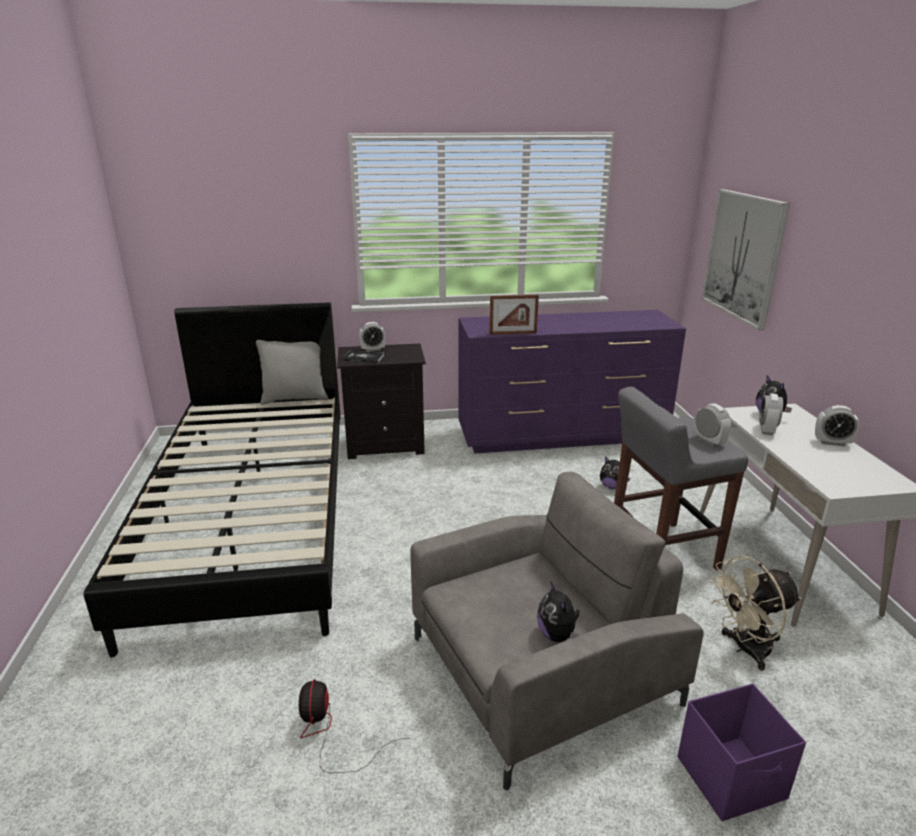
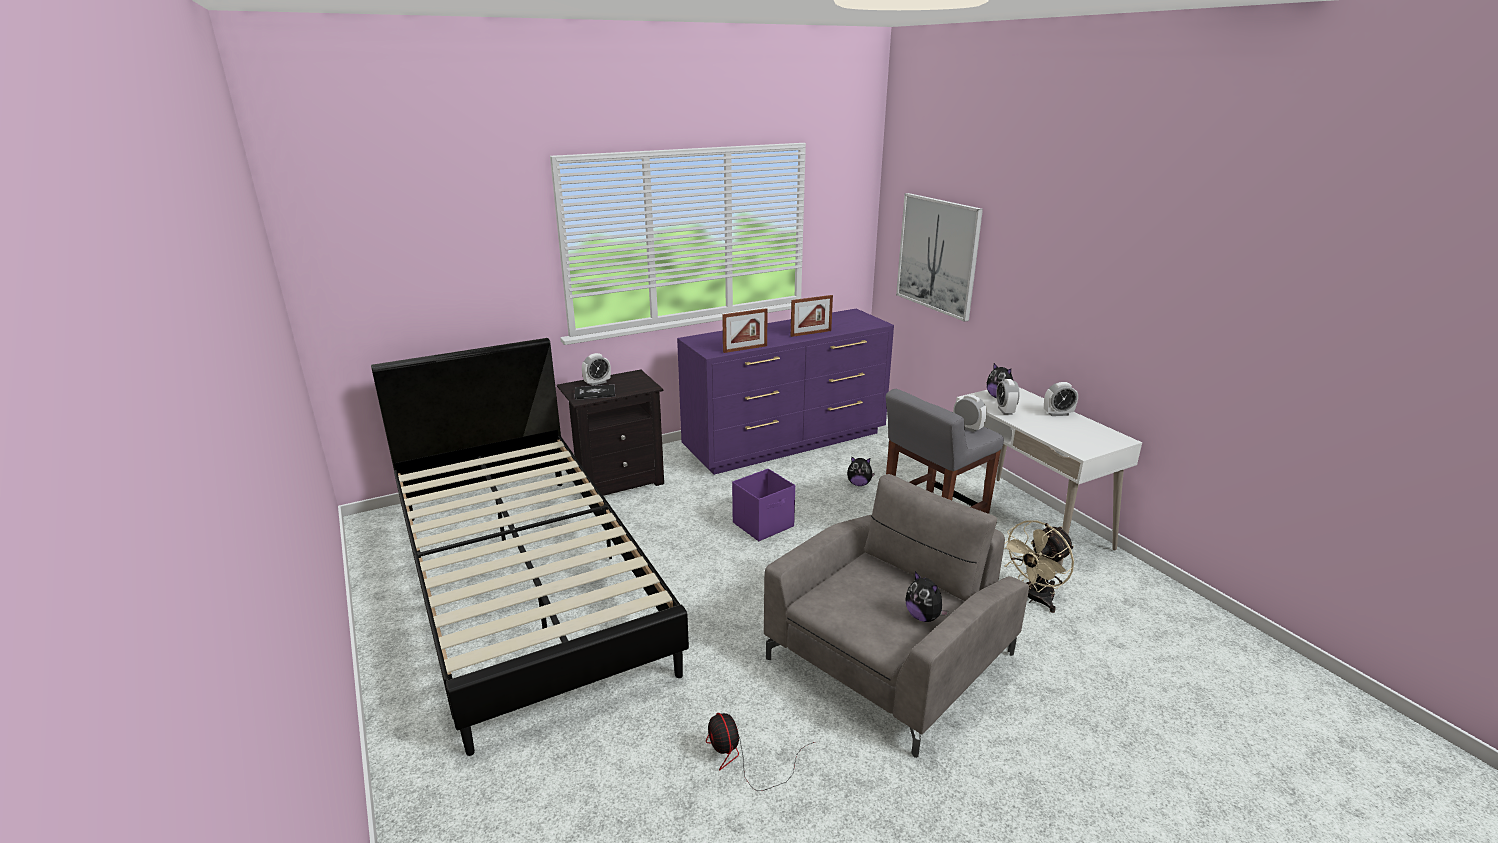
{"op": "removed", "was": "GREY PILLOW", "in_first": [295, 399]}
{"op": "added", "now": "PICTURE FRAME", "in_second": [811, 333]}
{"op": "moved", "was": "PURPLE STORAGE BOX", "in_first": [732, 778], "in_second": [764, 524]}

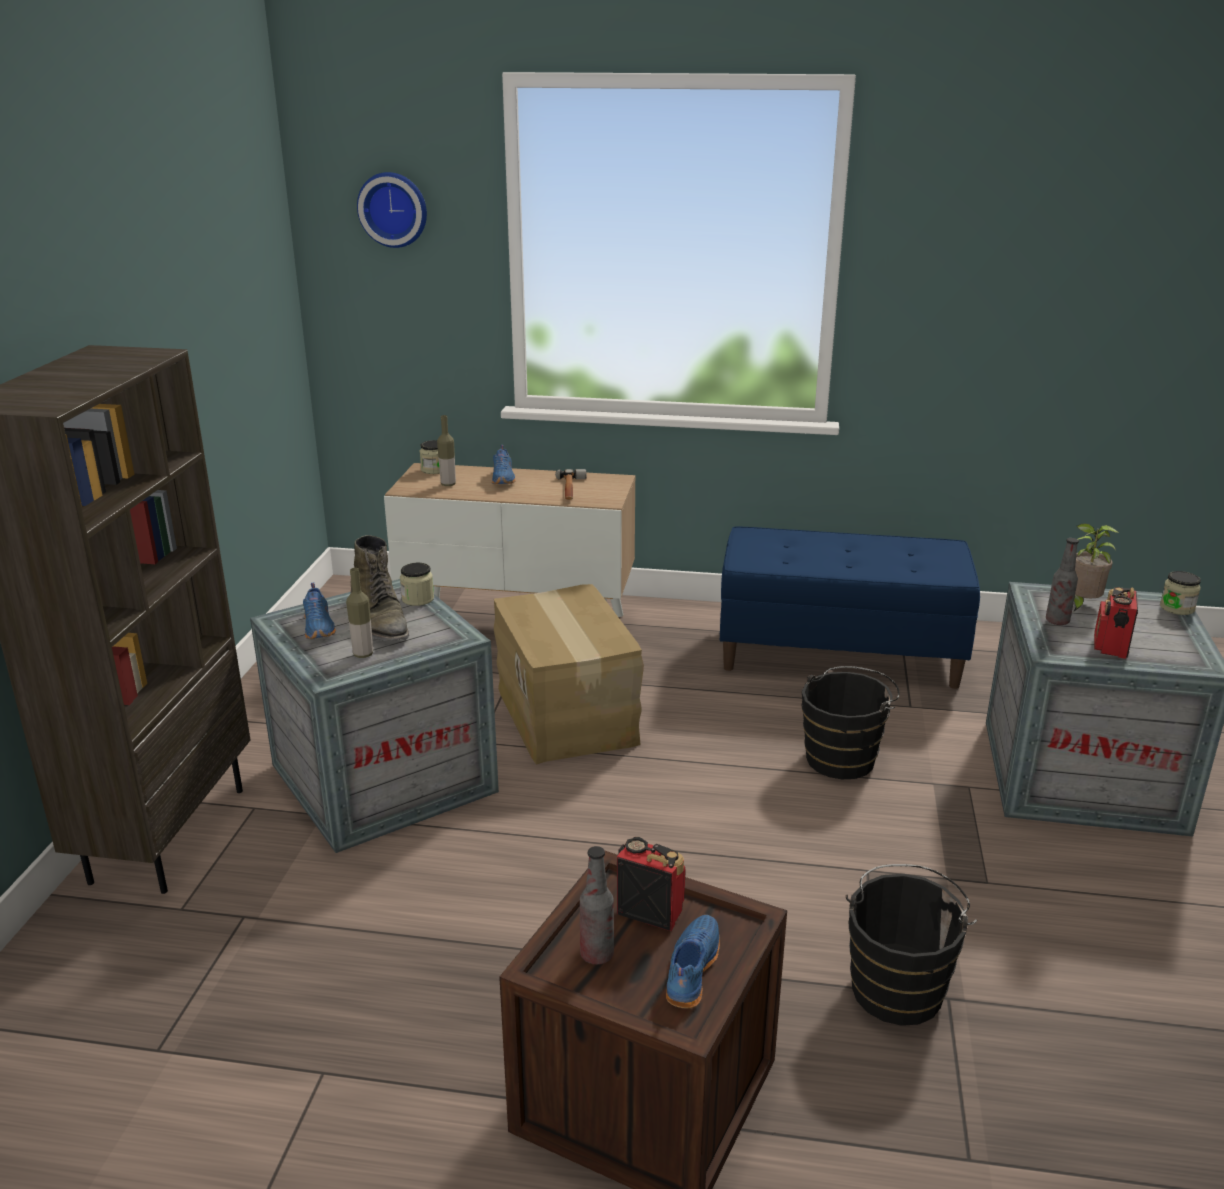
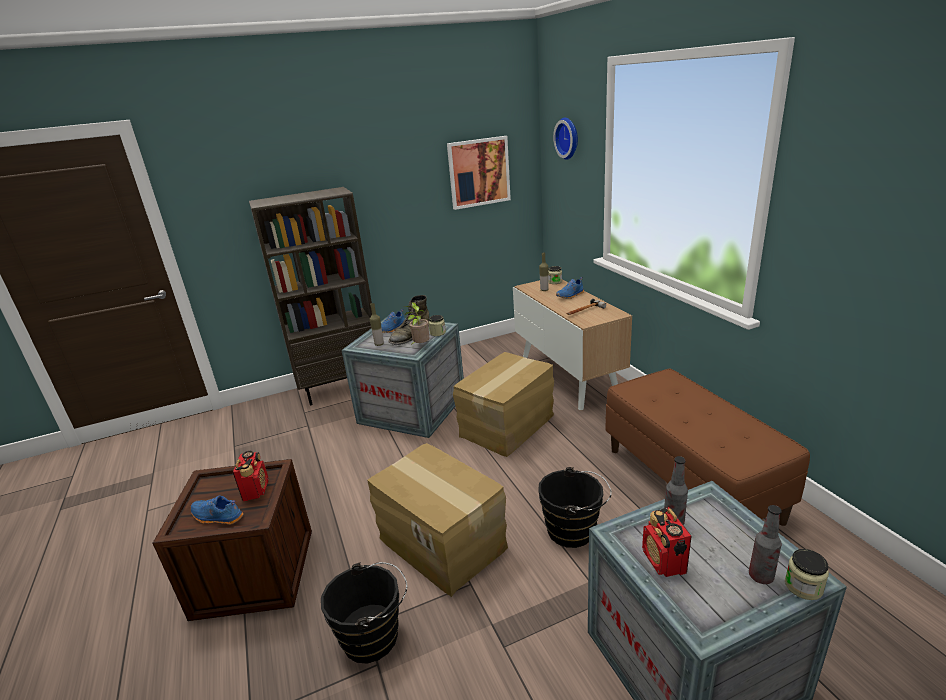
{"op": "added", "now": "CARDBOARD BOX", "in_second": [443, 542]}
{"op": "added", "now": "PICTURE", "in_second": [479, 172]}
{"op": "moved", "was": "BOTTLE", "in_first": [597, 955], "in_second": [760, 576]}
{"op": "moved", "was": "POTTED PLANT", "in_first": [1082, 604], "in_second": [420, 346]}
{"op": "recoloured", "was": "BLUE BENCH", "now": "BROWN BENCH", "in_first": [840, 654], "in_second": [691, 483]}
{"op": "turned", "was": "BLUE SHOE", "in_first": [690, 969], "in_second": [217, 517], "clockwise": -150}
{"op": "turned", "was": "RADIO", "in_first": [1110, 647], "in_second": [664, 562], "clockwise": -90}

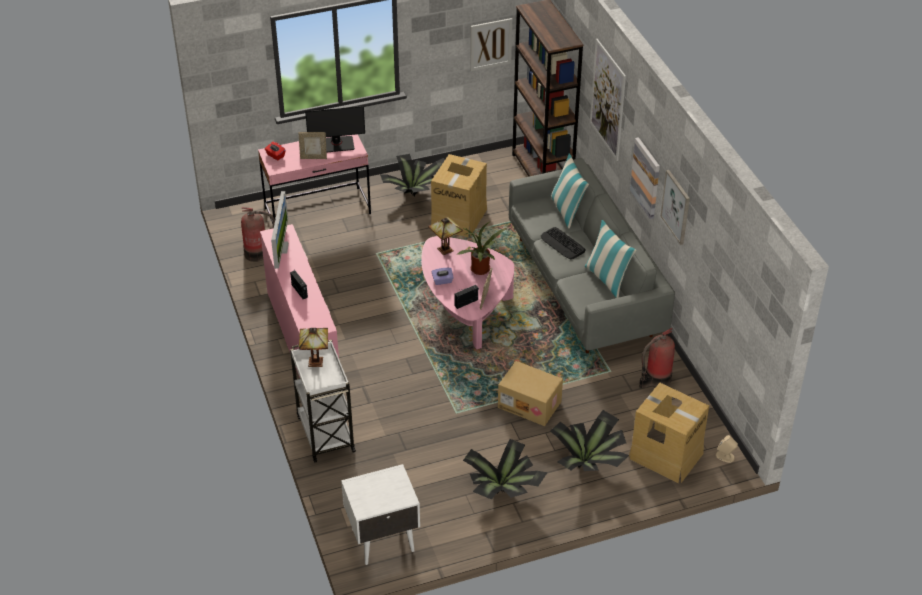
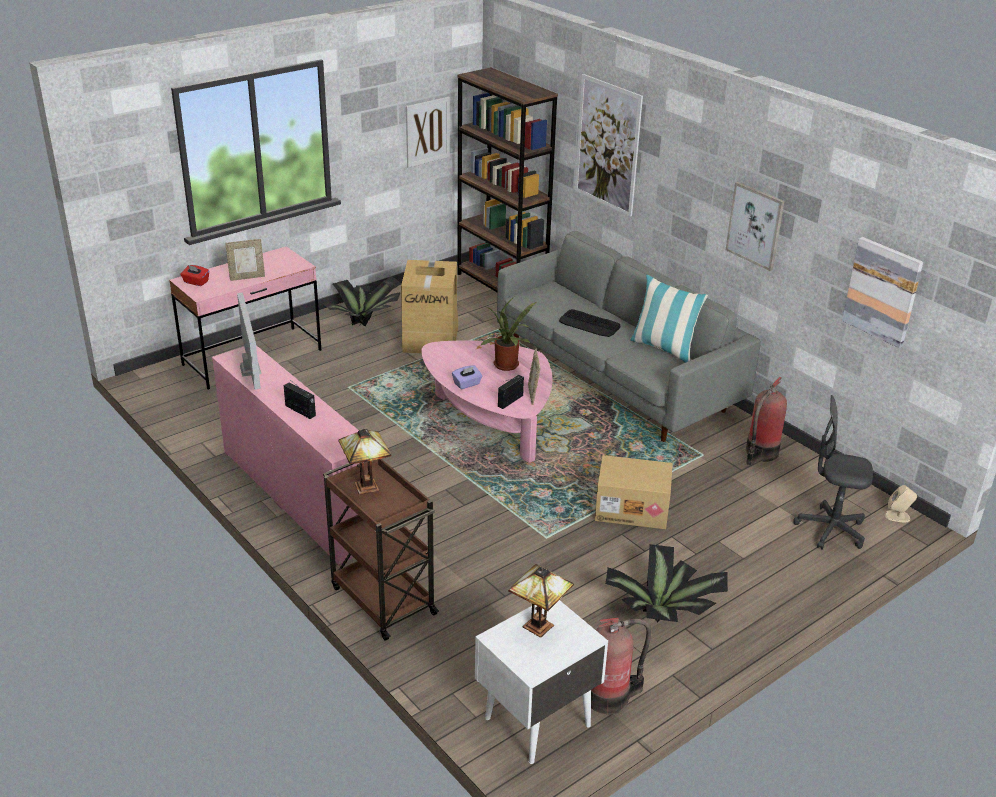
{"op": "removed", "was": "MONITOR", "in_first": [337, 144]}
{"op": "removed", "was": "POTTED PLANT", "in_first": [589, 462]}
{"op": "removed", "was": "PILLOW", "in_first": [567, 210]}
{"op": "moved", "was": "FIRE EXTINGUISHER", "in_first": [258, 254], "in_second": [610, 696]}
{"op": "moved", "was": "TABLE LAMP", "in_first": [446, 250], "in_second": [540, 626]}
{"op": "moved", "was": "PICTURE", "in_first": [646, 178], "in_second": [882, 291]}
{"op": "replaced", "was": "CARDBOARD BOX", "now": "GREY OFFICE CHAIR", "in_first": [665, 455], "in_second": [830, 530]}
{"op": "recoloured", "was": "WHITE CART", "now": "BROWN CART", "in_first": [325, 432], "in_second": [382, 599]}

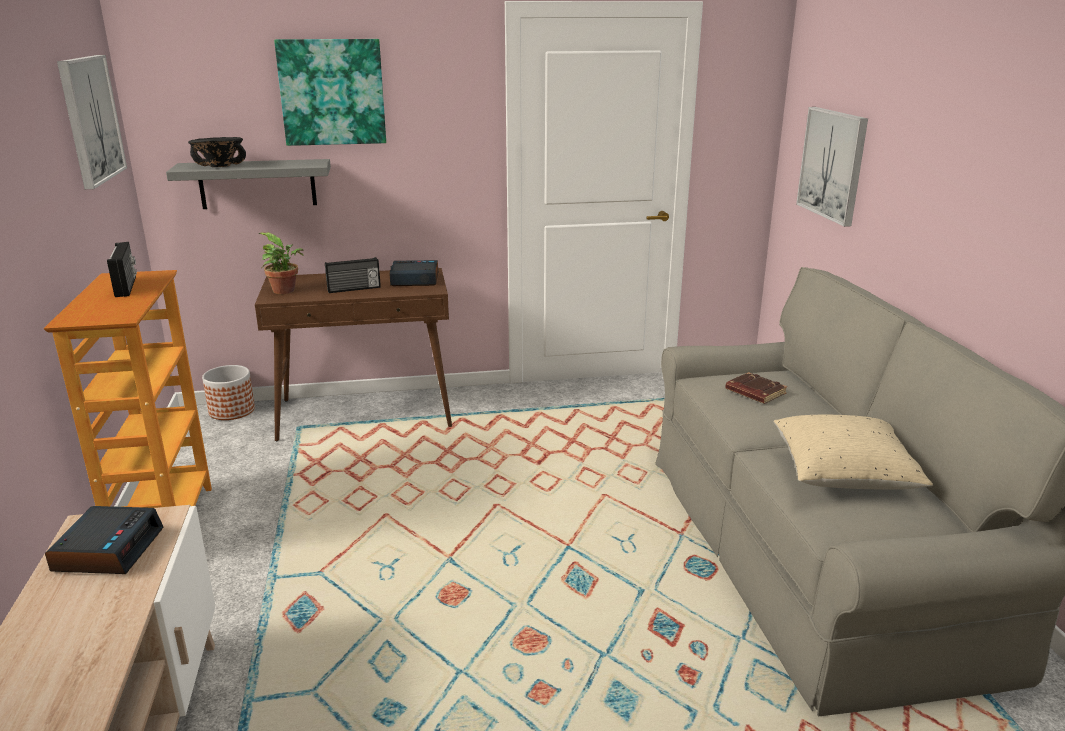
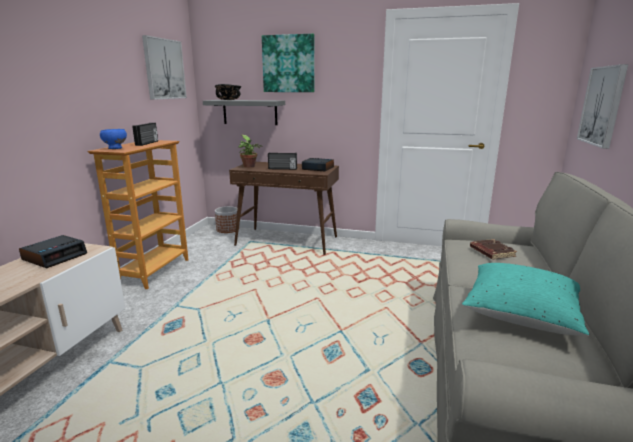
{"op": "added", "now": "BLUE BOWL", "in_second": [115, 149]}
{"op": "recoloured", "was": "BEIGE PILLOW", "now": "TURQUOISE PILLOW", "in_first": [843, 474], "in_second": [521, 314]}

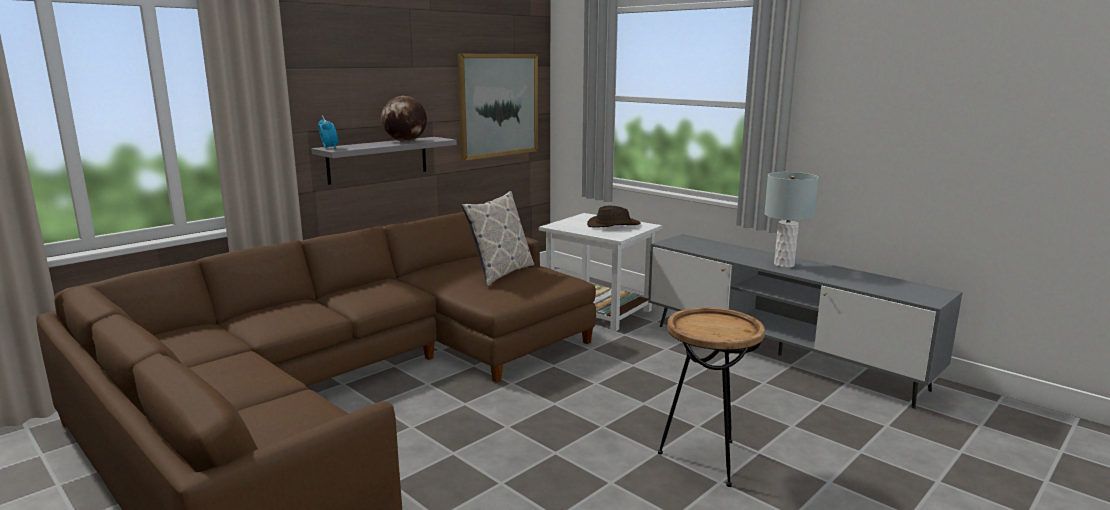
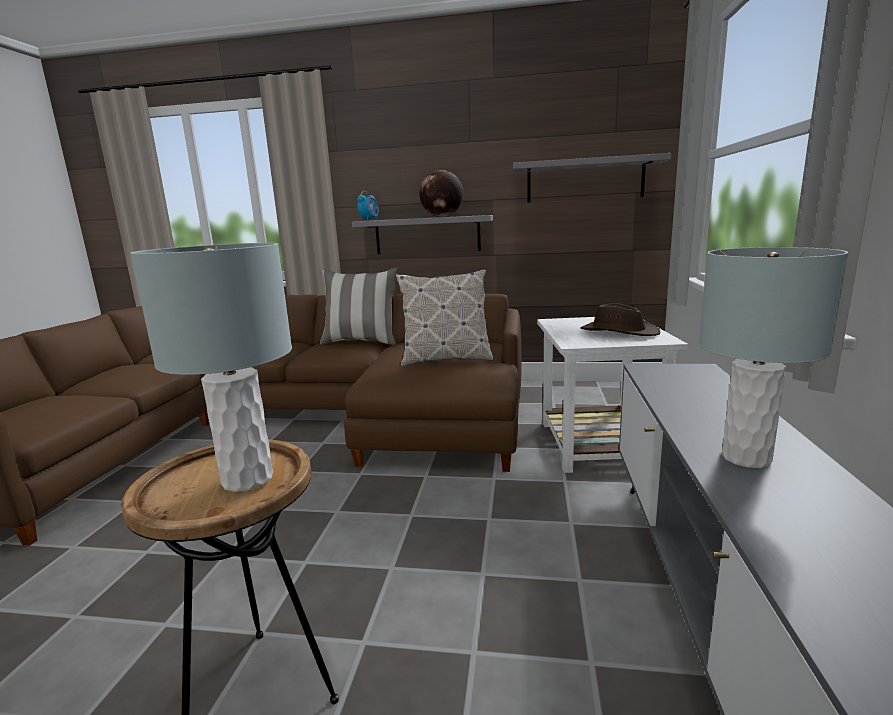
{"op": "added", "now": "GREY TABLE LAMP", "in_second": [248, 479]}
{"op": "added", "now": "PILLOW", "in_second": [361, 342]}
{"op": "replaced", "was": "PICTURE", "now": "GREY SHELF", "in_first": [498, 105], "in_second": [585, 180]}

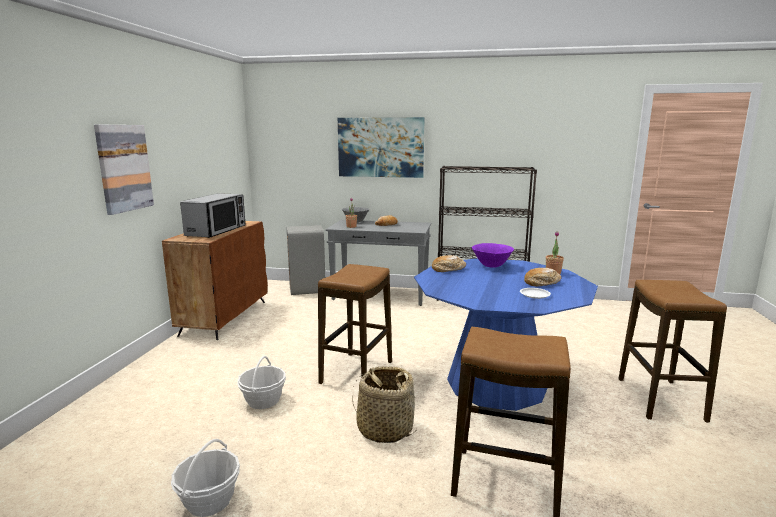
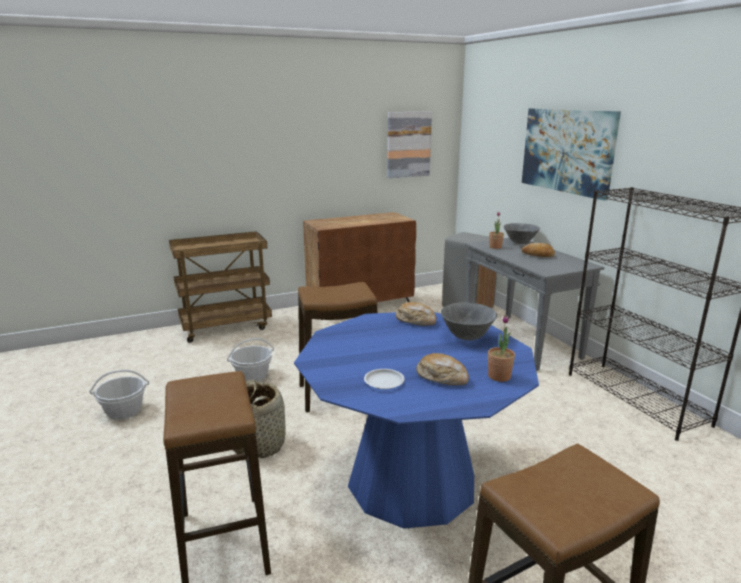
{"op": "removed", "was": "MICROWAVE", "in_first": [216, 231]}
{"op": "added", "now": "BROWN CART", "in_second": [226, 327]}
{"op": "moved", "was": "PICTURE", "in_first": [124, 168], "in_second": [408, 144]}
{"op": "recoloured", "was": "PURPLE BOWL", "now": "GREY BOWL", "in_first": [492, 266], "in_second": [467, 337]}

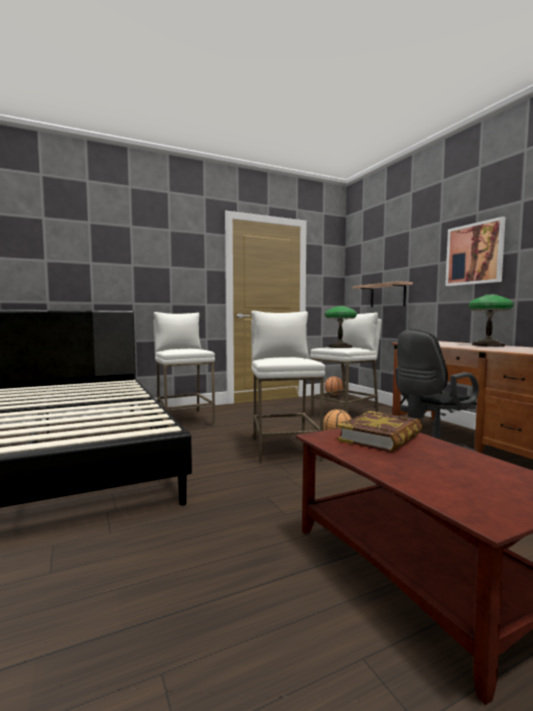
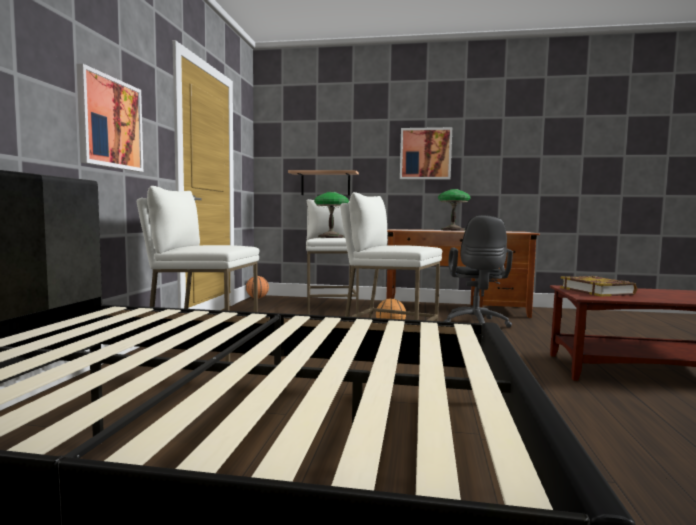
{"op": "added", "now": "PICTURE", "in_second": [110, 123]}

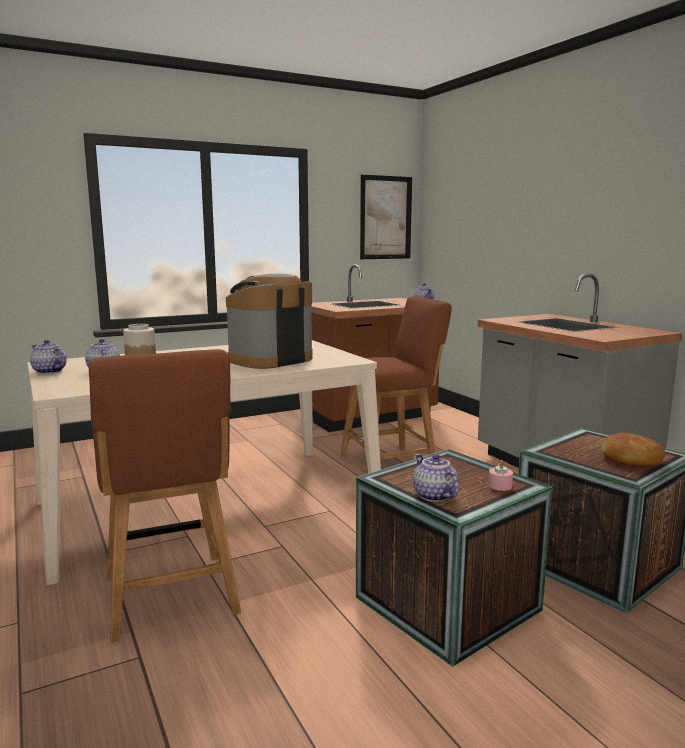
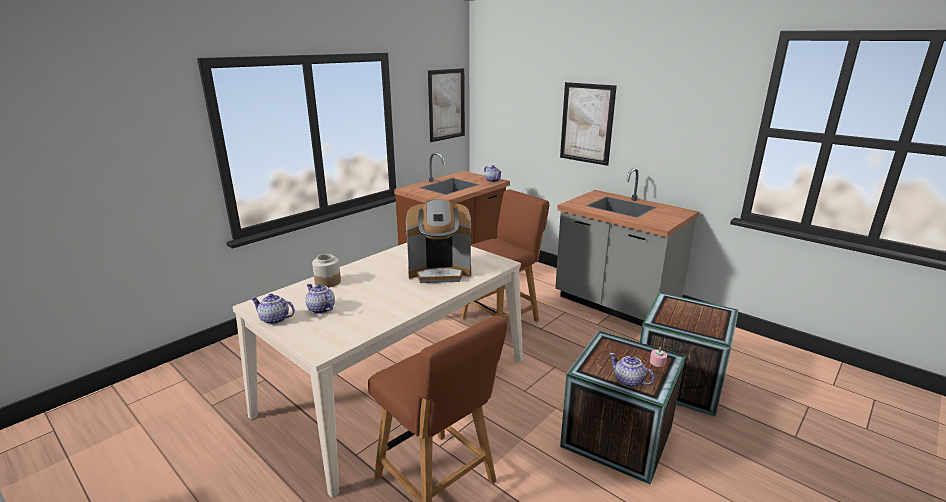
{"op": "removed", "was": "BREAD", "in_first": [631, 460]}
{"op": "added", "now": "PICTURE", "in_second": [587, 123]}
{"op": "turned", "was": "COFFEE MACHINE", "in_first": [270, 360], "in_second": [440, 271], "clockwise": -120}

